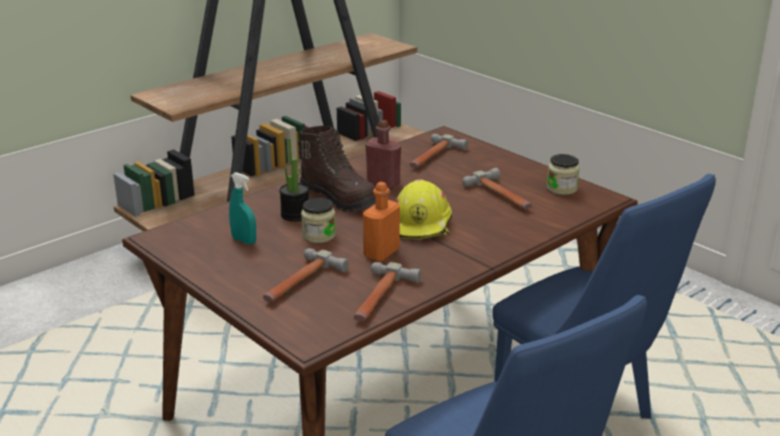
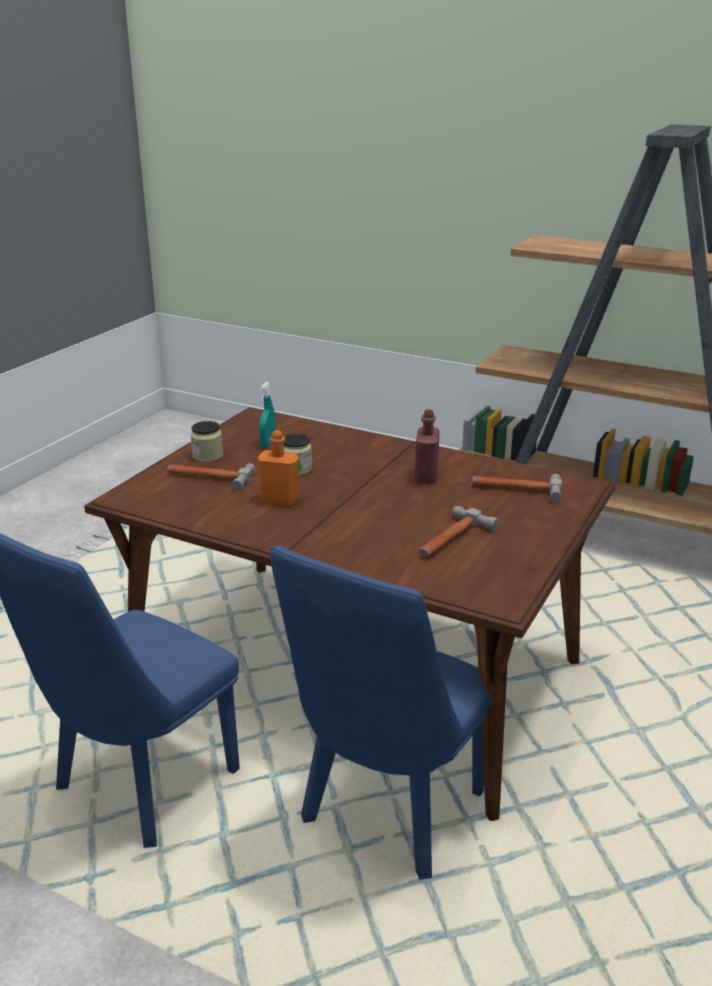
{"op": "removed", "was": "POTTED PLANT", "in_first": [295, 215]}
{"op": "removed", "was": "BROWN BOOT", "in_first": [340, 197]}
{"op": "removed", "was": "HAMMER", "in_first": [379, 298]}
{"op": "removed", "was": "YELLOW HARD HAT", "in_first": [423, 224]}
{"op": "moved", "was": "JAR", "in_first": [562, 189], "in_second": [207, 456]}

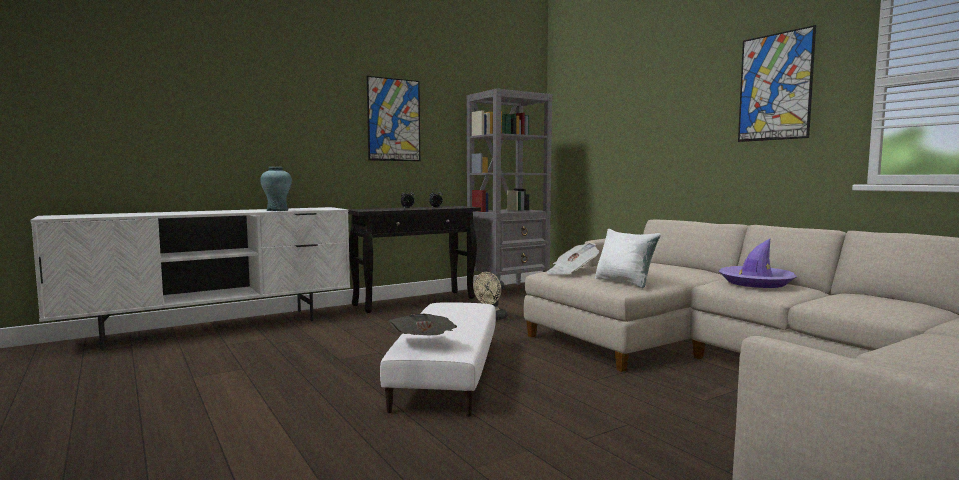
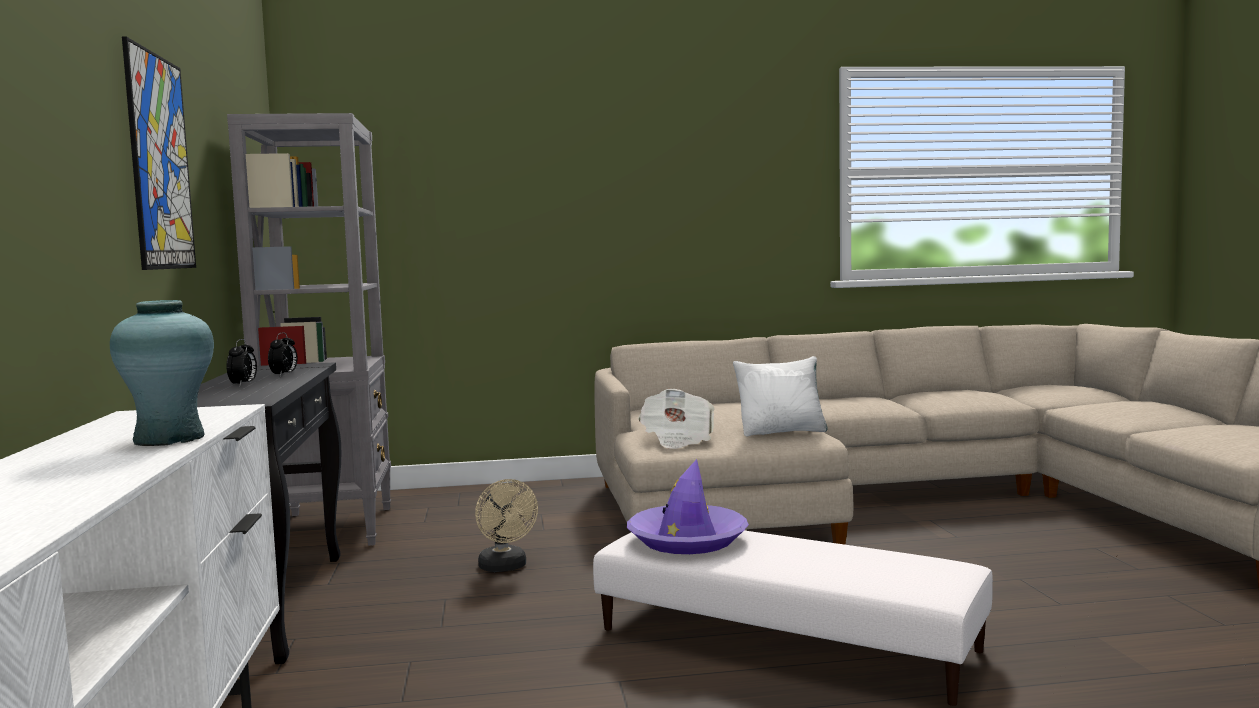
{"op": "removed", "was": "NEWSPAPER", "in_first": [423, 344]}
{"op": "removed", "was": "PICTURE", "in_first": [775, 87]}
{"op": "moved", "was": "PURPLE HAT", "in_first": [756, 283], "in_second": [687, 540]}

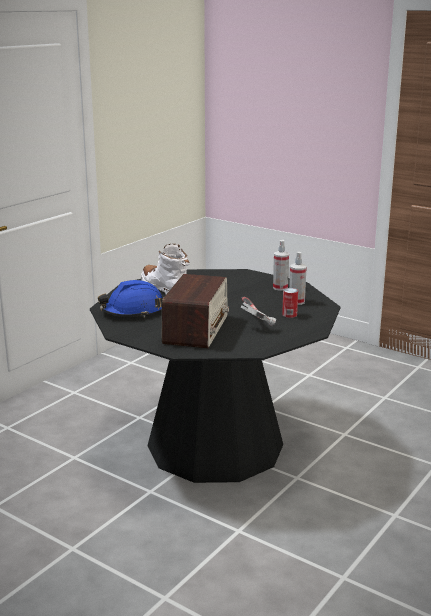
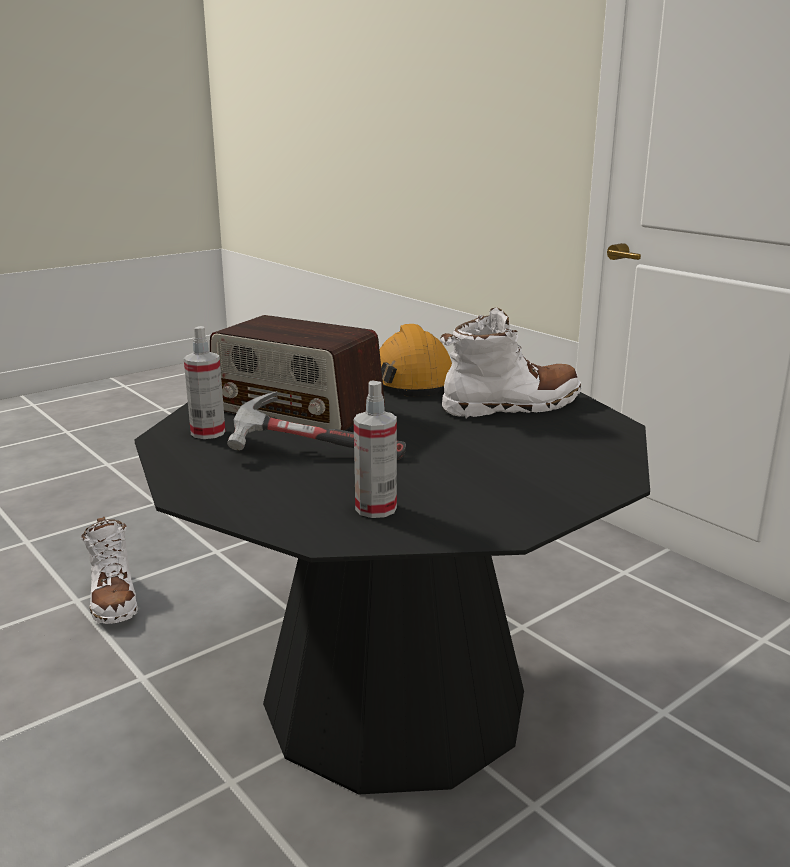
{"op": "removed", "was": "CAN", "in_first": [289, 314]}
{"op": "added", "now": "WHITE BOOT", "in_second": [113, 599]}
{"op": "moved", "was": "SPRAY BOTTLE", "in_first": [280, 287], "in_second": [208, 432]}
{"op": "recoloured", "was": "BLUE HARD HAT", "now": "ORANGE HARD HAT", "in_first": [132, 311], "in_second": [411, 380]}

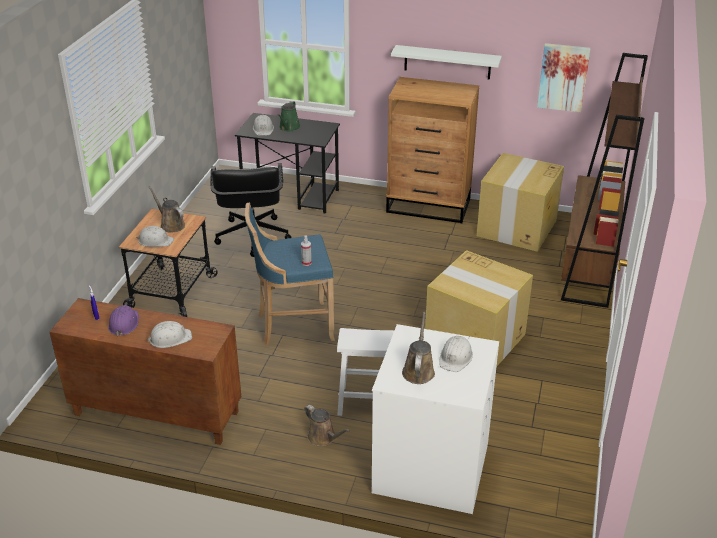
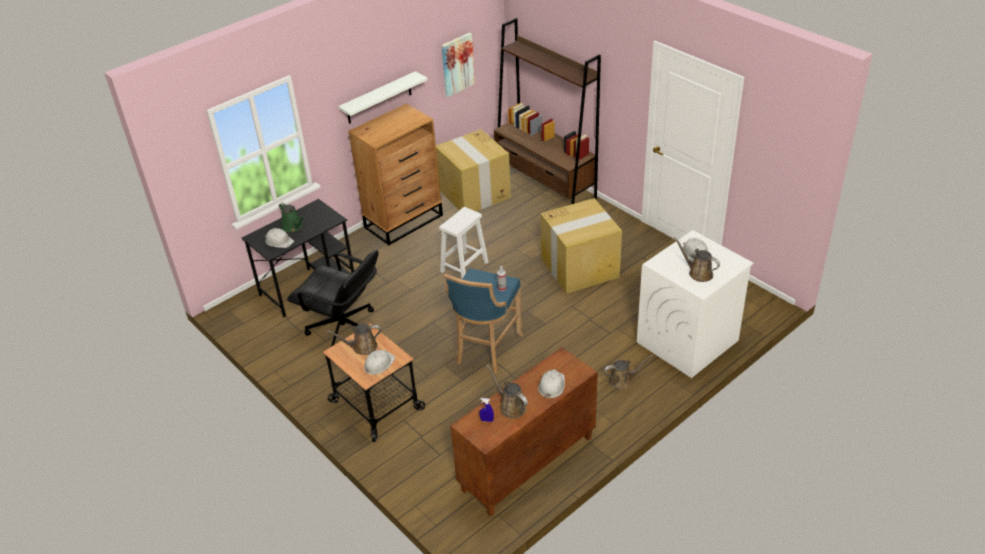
{"op": "moved", "was": "WHITE STOOL", "in_first": [365, 402], "in_second": [464, 267]}
{"op": "replaced", "was": "PURPLE HARD HAT", "now": "BROWN WATERING CAN", "in_first": [124, 323], "in_second": [510, 406]}

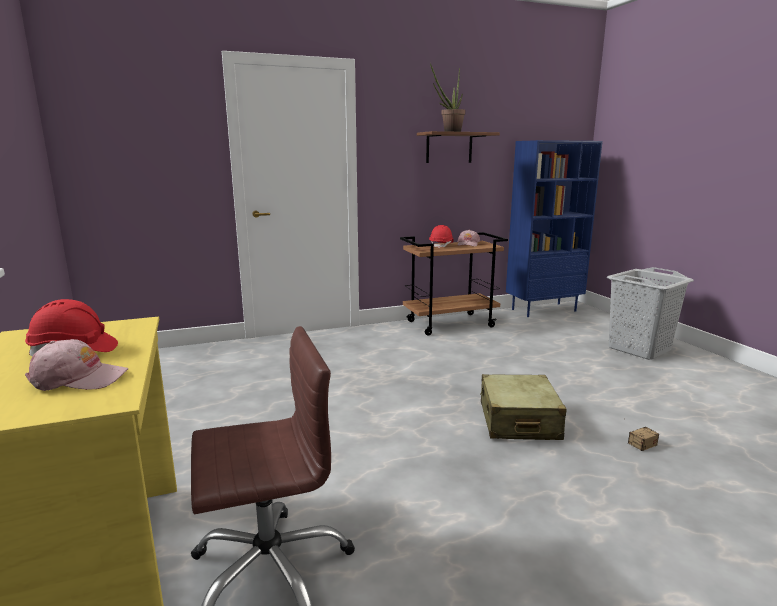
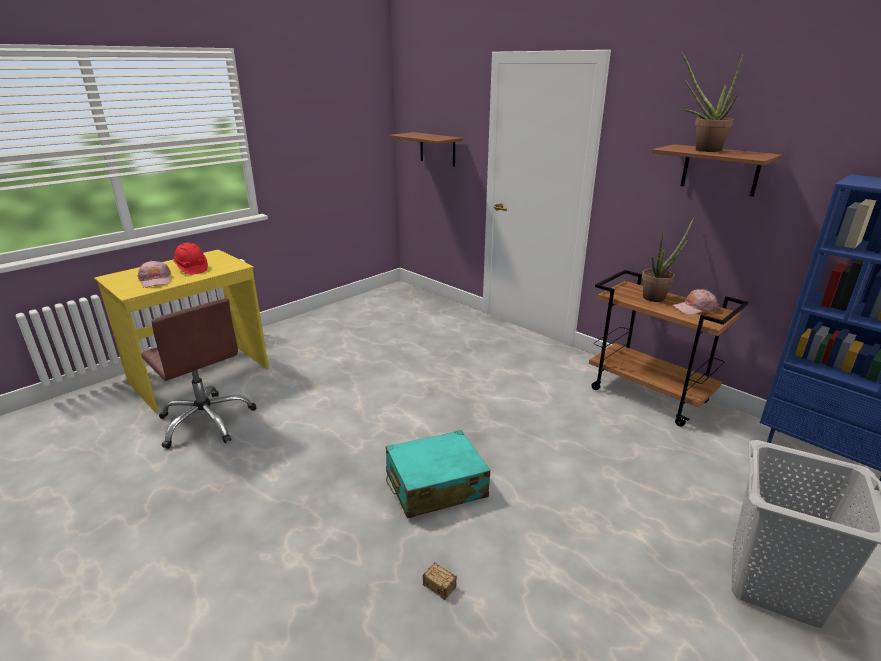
{"op": "added", "now": "BROWN SHELF", "in_second": [437, 149]}
{"op": "replaced", "was": "RED HARD HAT", "now": "POTTED PLANT", "in_first": [441, 245], "in_second": [657, 297]}
{"op": "recoloured", "was": "BEIGE SUITCASE", "now": "TURQUOISE SUITCASE", "in_first": [518, 421], "in_second": [435, 485]}

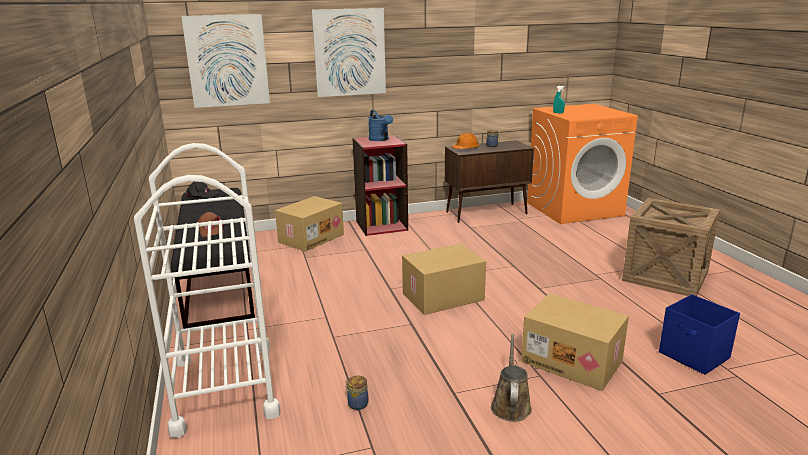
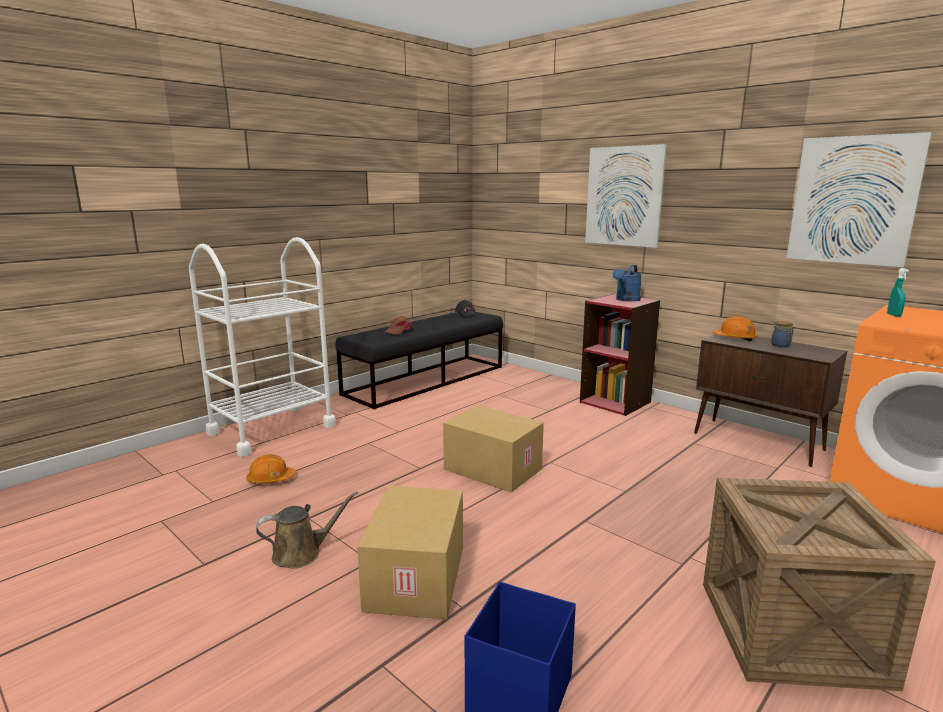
{"op": "removed", "was": "CARDBOARD BOX", "in_first": [311, 238]}
{"op": "moved", "was": "PICTURE", "in_first": [227, 61], "in_second": [853, 200]}
{"op": "replaced", "was": "JAR", "now": "ORANGE HARD HAT", "in_first": [357, 404], "in_second": [270, 479]}

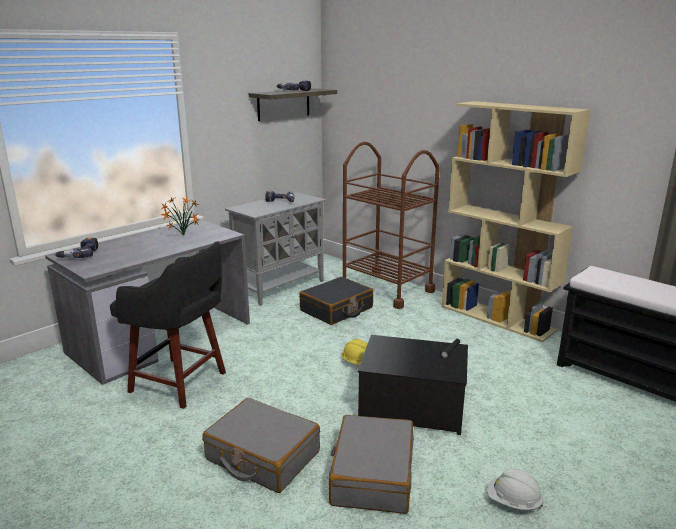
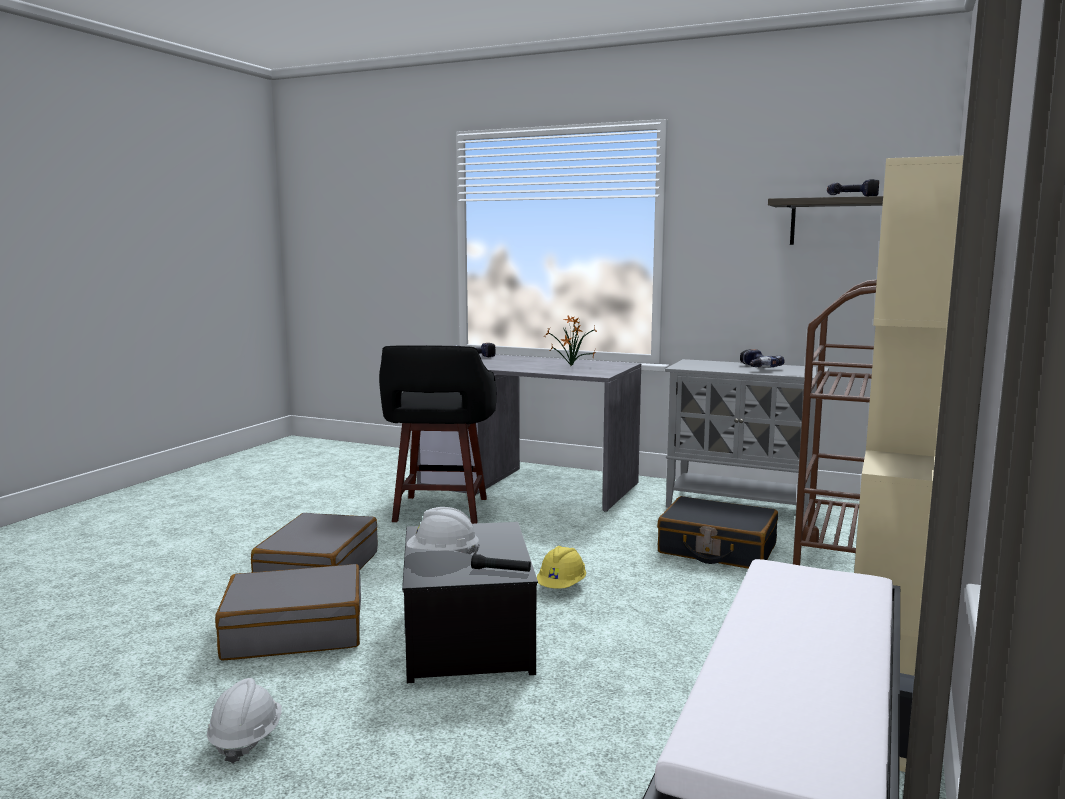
{"op": "added", "now": "WHITE HARD HAT", "in_second": [442, 555]}

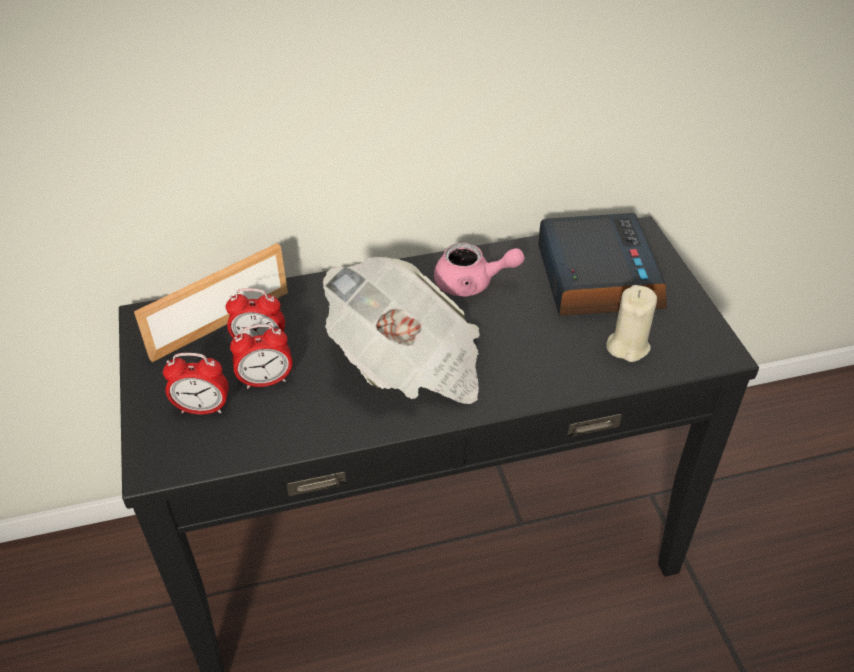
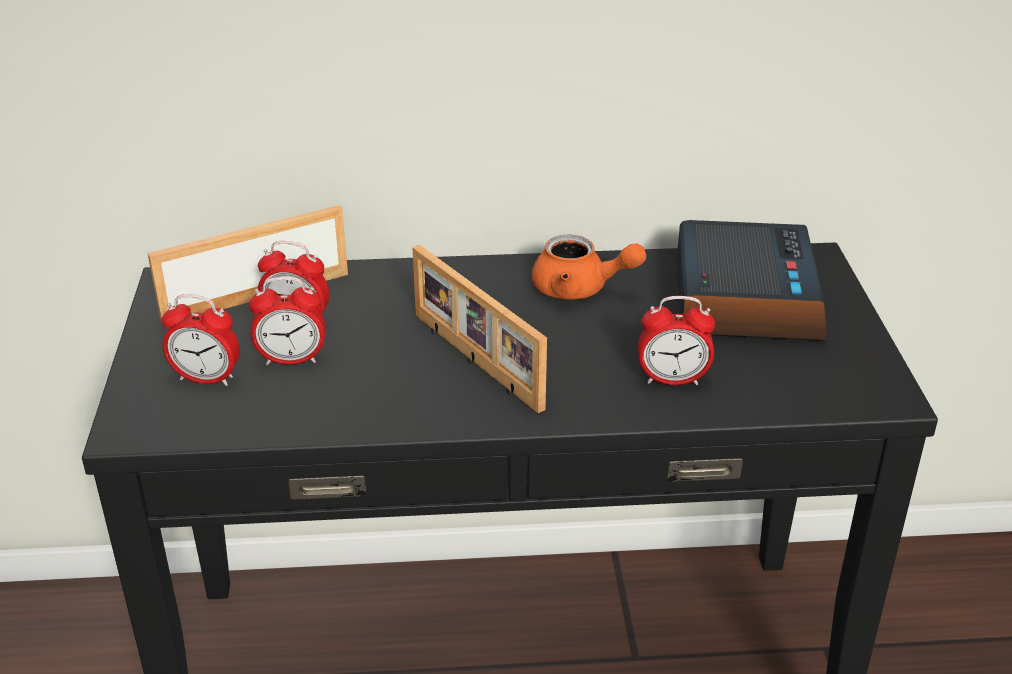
{"op": "removed", "was": "BEIGE CANDLE", "in_first": [627, 346]}
{"op": "added", "now": "ALARM CLOCK", "in_second": [672, 380]}
{"op": "replaced", "was": "NEWSPAPER", "now": "PICTURE FRAME", "in_first": [409, 363], "in_second": [474, 361]}
{"op": "recoloured", "was": "PINK TEAPOT", "now": "ORANGE TEAPOT", "in_first": [472, 283], "in_second": [580, 289]}

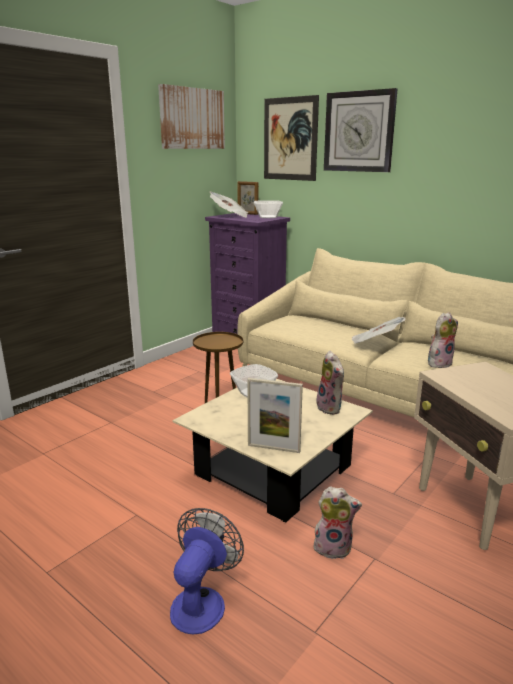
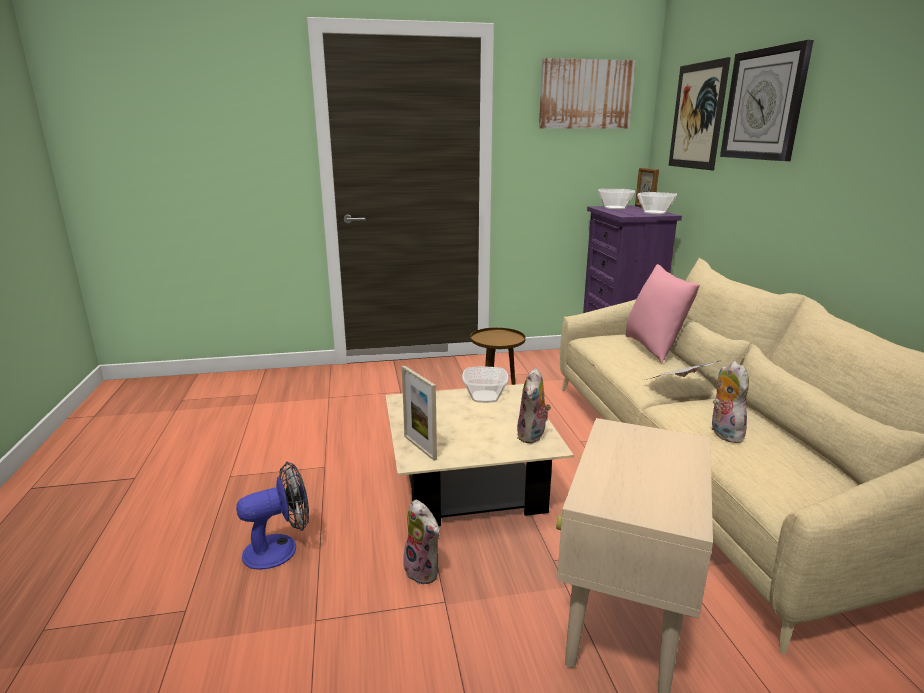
{"op": "added", "now": "PINK PILLOW", "in_second": [654, 348]}
{"op": "replaced", "was": "NEWSPAPER", "now": "BOWL", "in_first": [230, 216], "in_second": [615, 208]}
{"op": "turned", "was": "PLUSH TOY", "in_first": [439, 363], "in_second": [723, 433], "clockwise": -105}

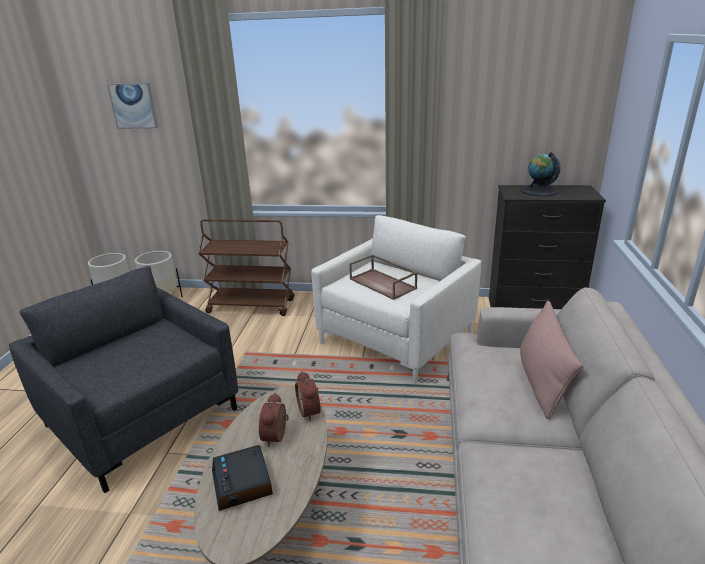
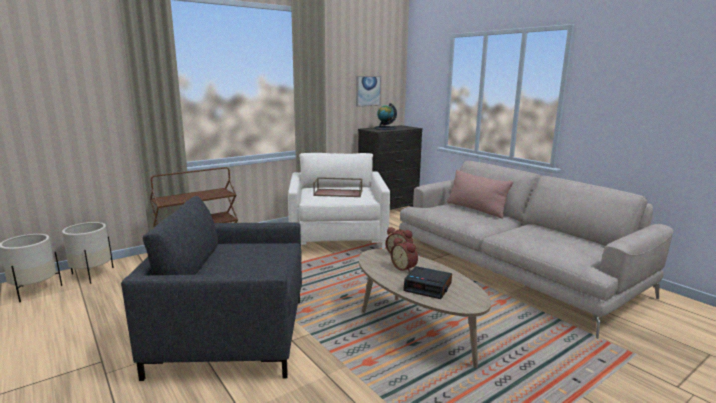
{"op": "moved", "was": "PICTURE", "in_first": [133, 106], "in_second": [367, 91]}

